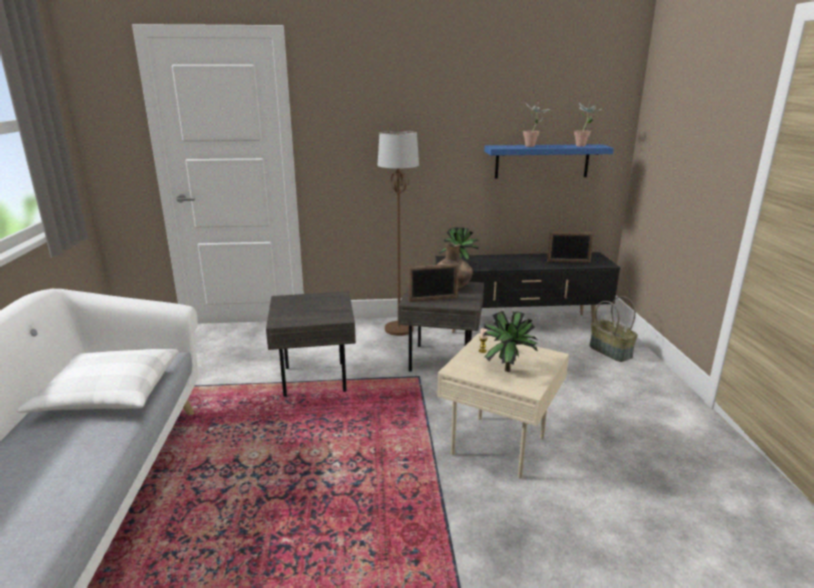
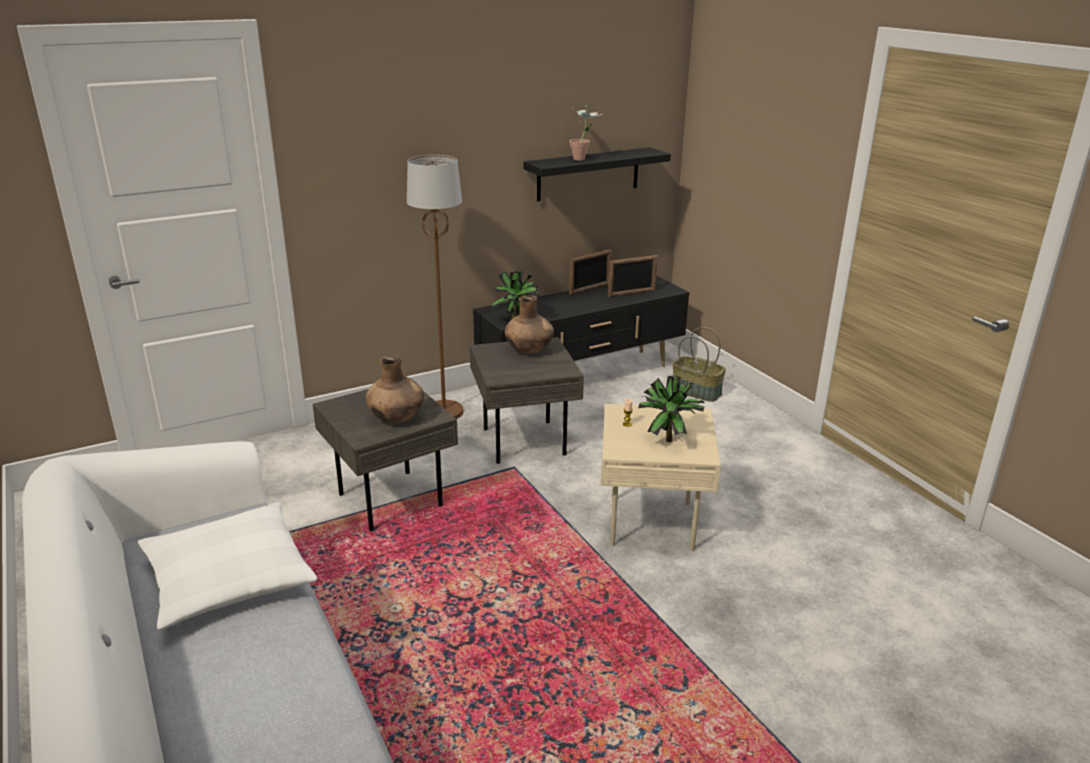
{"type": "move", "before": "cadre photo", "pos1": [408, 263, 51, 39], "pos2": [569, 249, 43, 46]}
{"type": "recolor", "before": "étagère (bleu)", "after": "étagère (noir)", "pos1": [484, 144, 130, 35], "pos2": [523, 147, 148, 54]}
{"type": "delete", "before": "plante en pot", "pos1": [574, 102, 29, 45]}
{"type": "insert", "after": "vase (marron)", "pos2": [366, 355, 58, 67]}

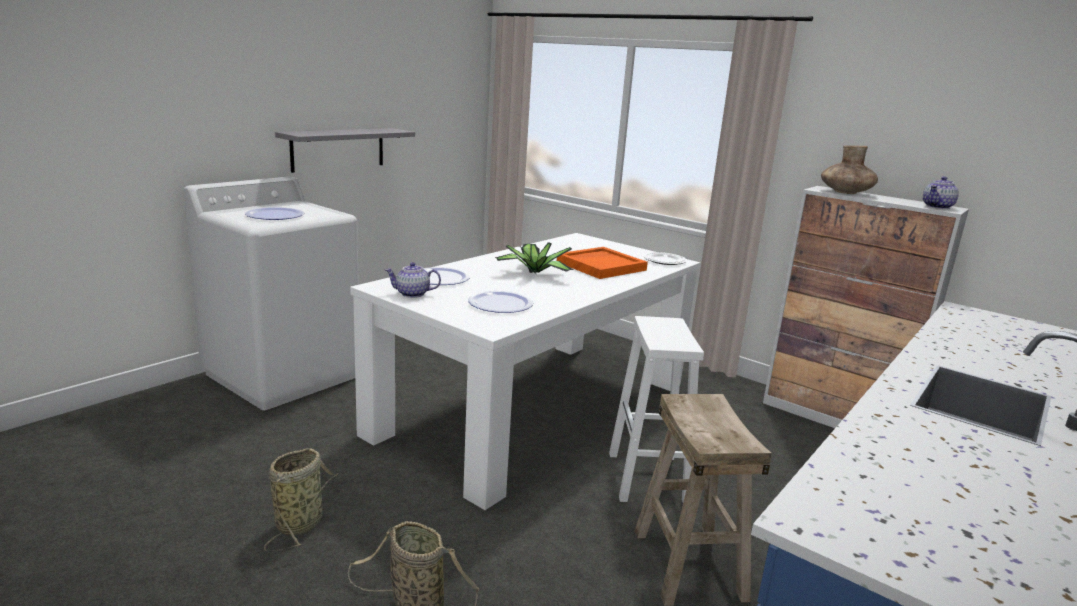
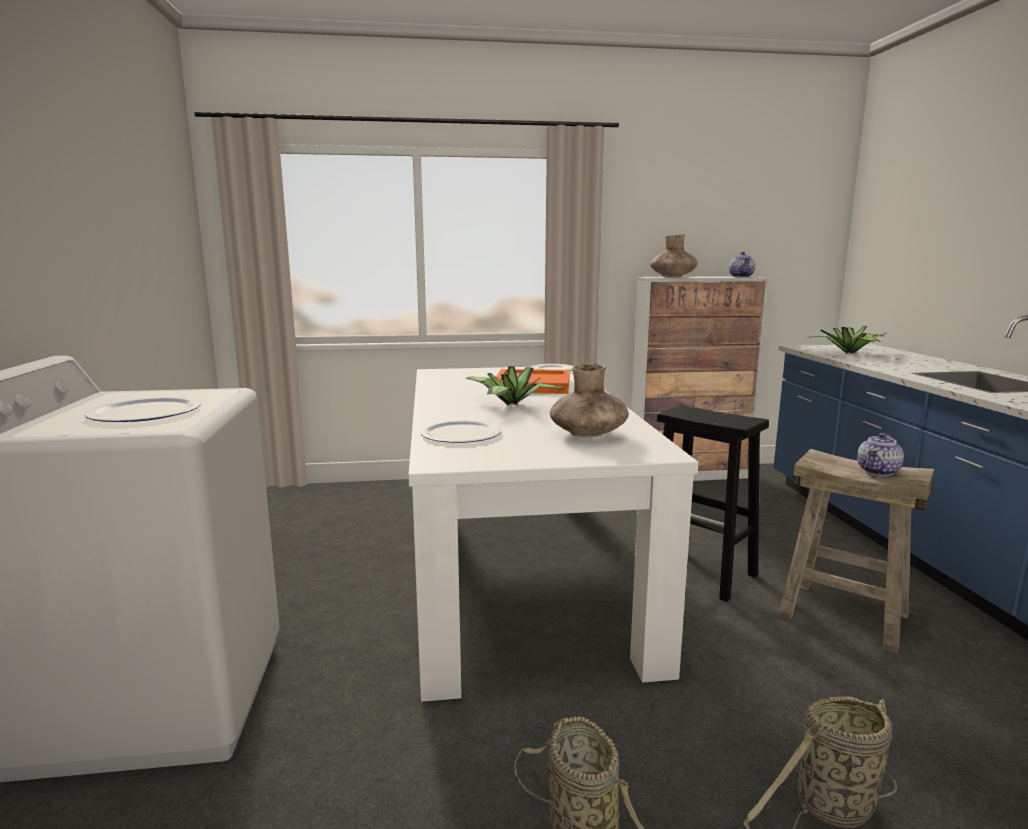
{"type": "delete", "before": "étagère (gris)", "pos1": [275, 128, 140, 45]}
{"type": "move", "before": "théière", "pos1": [385, 262, 56, 36], "pos2": [857, 433, 47, 43]}
{"type": "replace", "before": "assiette", "after": "vase (marron)", "pos1": [468, 291, 65, 22], "pos2": [550, 363, 79, 75]}
{"type": "recolor", "before": "tabouret (blanc)", "after": "tabouret (noir)", "pos1": [609, 316, 95, 186], "pos2": [657, 405, 112, 197]}
{"type": "insert", "after": "plante en pot", "pos2": [807, 326, 80, 27]}

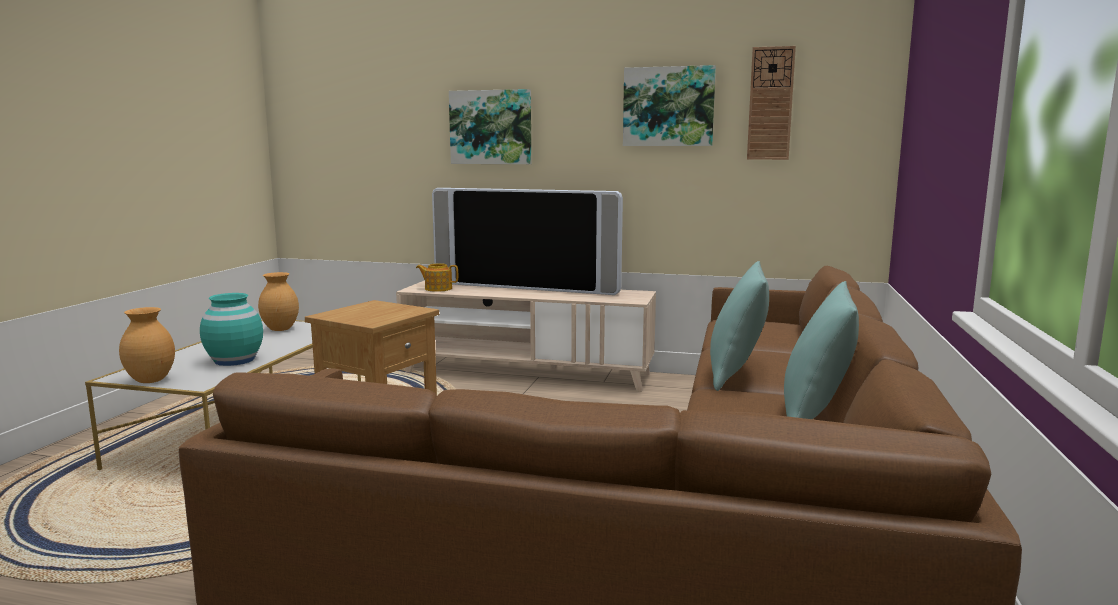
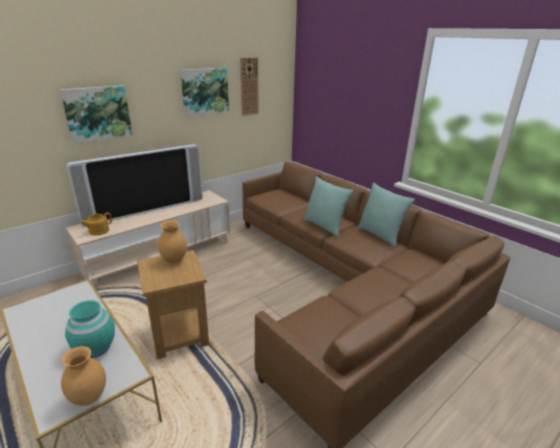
{"type": "move", "before": "vase (marron)", "pos1": [258, 272, 41, 59], "pos2": [158, 220, 29, 44]}

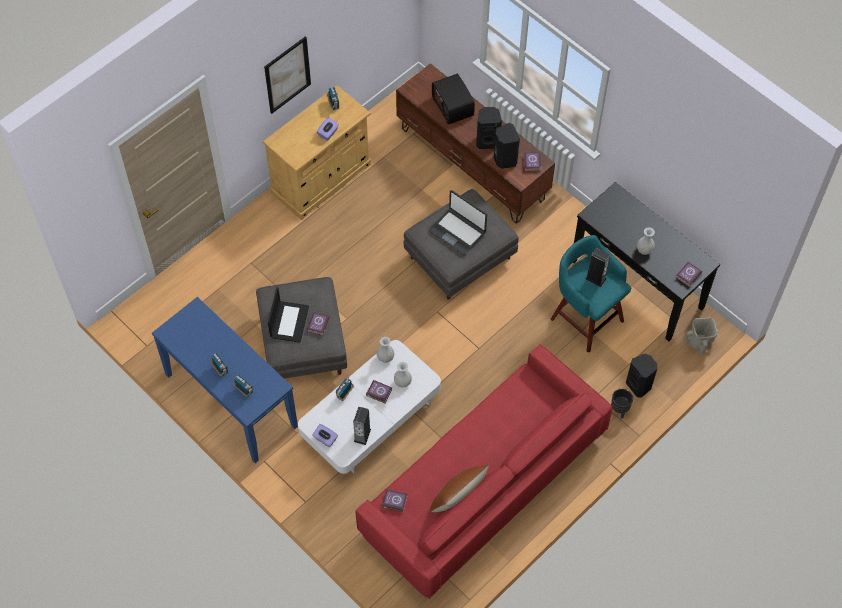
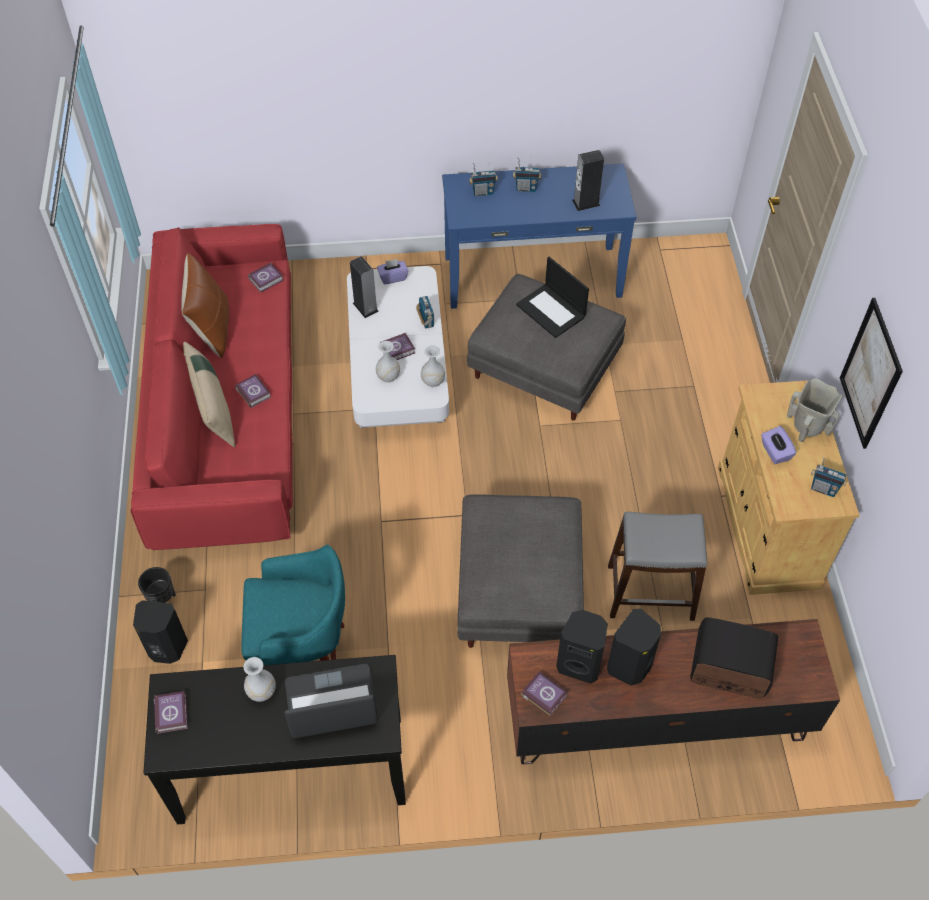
{"type": "move", "before": "livre", "pos1": [307, 312, 23, 24], "pos2": [235, 374, 36, 34]}
{"type": "move", "before": "ordinateur portable", "pos1": [429, 190, 58, 65], "pos2": [284, 664, 94, 74]}
{"type": "move", "before": "enceinte", "pos1": [585, 248, 25, 39], "pos2": [572, 150, 32, 61]}
{"type": "move", "before": "vase (beige)", "pos1": [684, 317, 35, 38], "pos2": [787, 378, 55, 64]}
{"type": "insert", "after": "coussin (beige)", "pos2": [183, 342, 52, 105]}
{"type": "insert", "after": "tabouret (gris)", "pos2": [608, 512, 99, 109]}

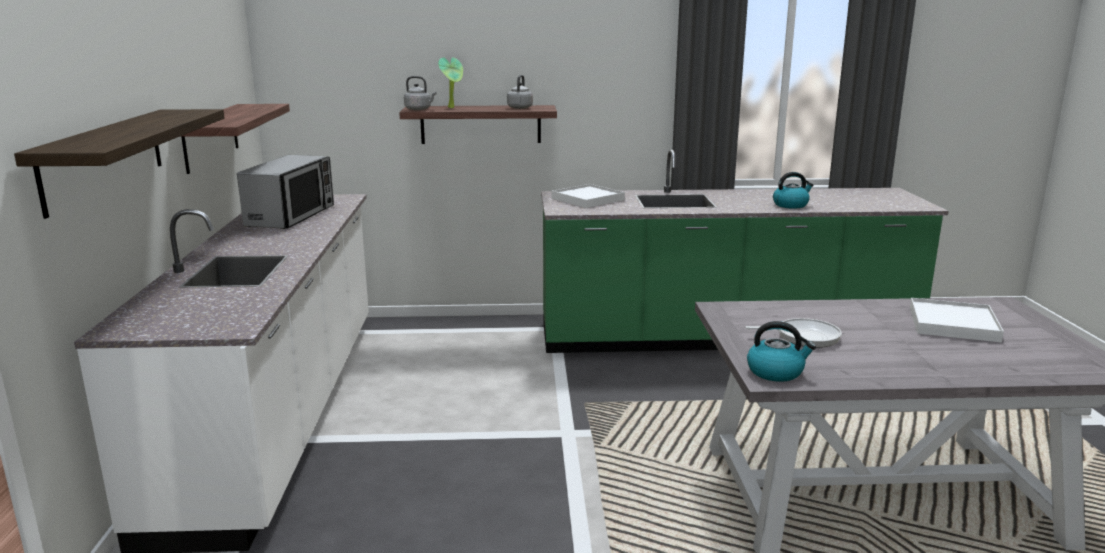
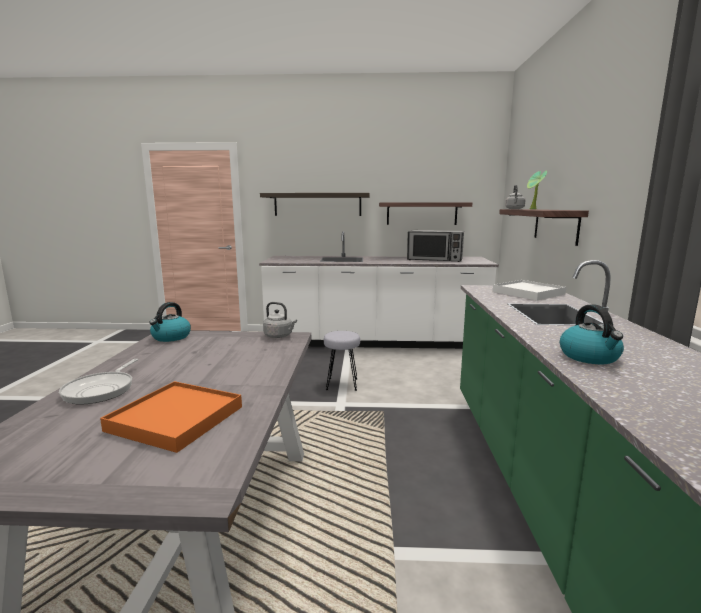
{"type": "move", "before": "bouilloire (gris)", "pos1": [507, 75, 26, 34], "pos2": [263, 302, 34, 36]}
{"type": "move", "before": "poêle", "pos1": [745, 318, 97, 30], "pos2": [59, 359, 79, 45]}
{"type": "recolor", "before": "plateau (blanc)", "after": "plateau (orange)", "pos1": [910, 298, 94, 45], "pos2": [100, 381, 142, 72]}
{"type": "insert", "after": "tabouret (gris)", "pos2": [324, 331, 36, 60]}

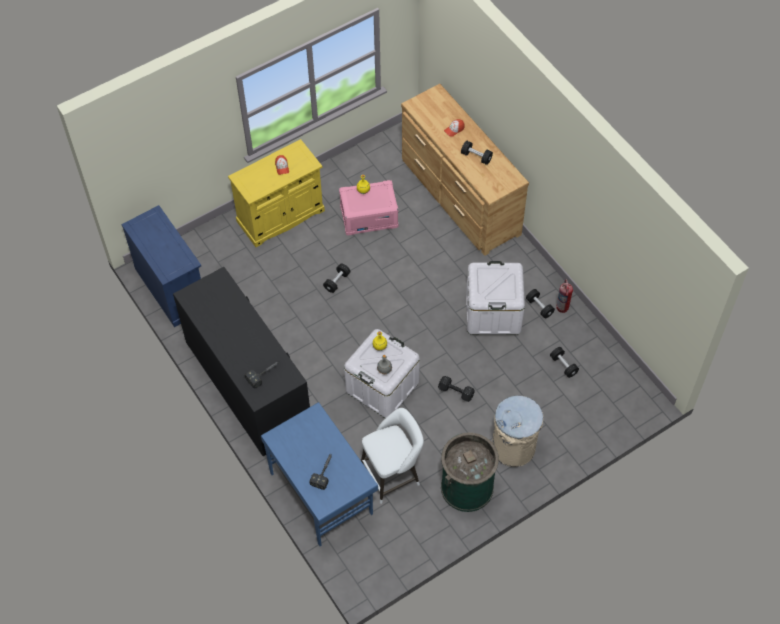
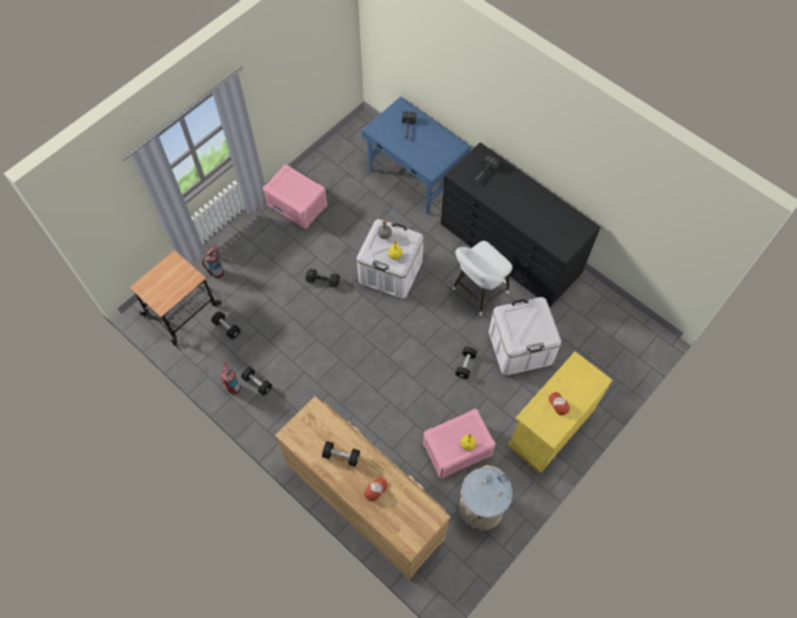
{"type": "delete", "before": "meuble de rangement (bleu)", "pos1": [121, 205, 80, 122]}
{"type": "move", "before": "tabouret (blanc)", "pos1": [361, 408, 63, 96], "pos2": [452, 241, 60, 75]}
{"type": "replace", "before": "poubelle (vert)", "after": "boîte de rangement (rose)", "pos1": [441, 432, 58, 80], "pos2": [263, 164, 64, 65]}
{"type": "move", "before": "boîte de rangement (blanc)", "pos1": [466, 261, 59, 74], "pos2": [489, 297, 72, 79]}
{"type": "move", "before": "poubelle (beige)", "pos1": [492, 395, 51, 72], "pos2": [459, 465, 54, 66]}
{"type": "insert", "after": "chariot", "pos2": [130, 250, 91, 95]}
{"type": "insert", "after": "extincteur", "pos2": [202, 245, 22, 33]}

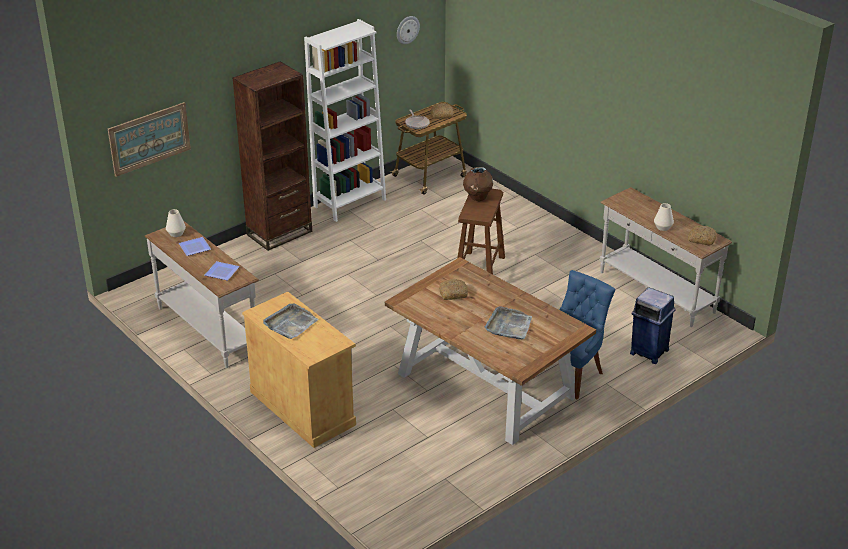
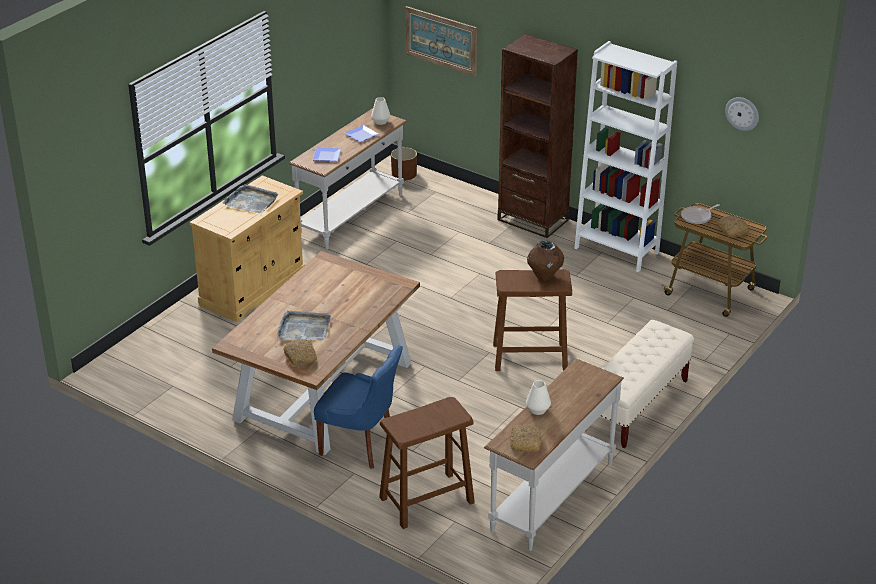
{"type": "move", "before": "pain", "pos1": [439, 279, 29, 21], "pos2": [284, 339, 33, 27]}
{"type": "replace", "before": "poubelle (bleu)", "after": "tabouret (marron)", "pos1": [630, 288, 46, 76], "pos2": [379, 397, 96, 132]}
{"type": "insert", "after": "cache-pot (marron)", "pos2": [391, 147, 26, 33]}
{"type": "insert", "after": "banc (beige)", "pos2": [600, 320, 94, 128]}

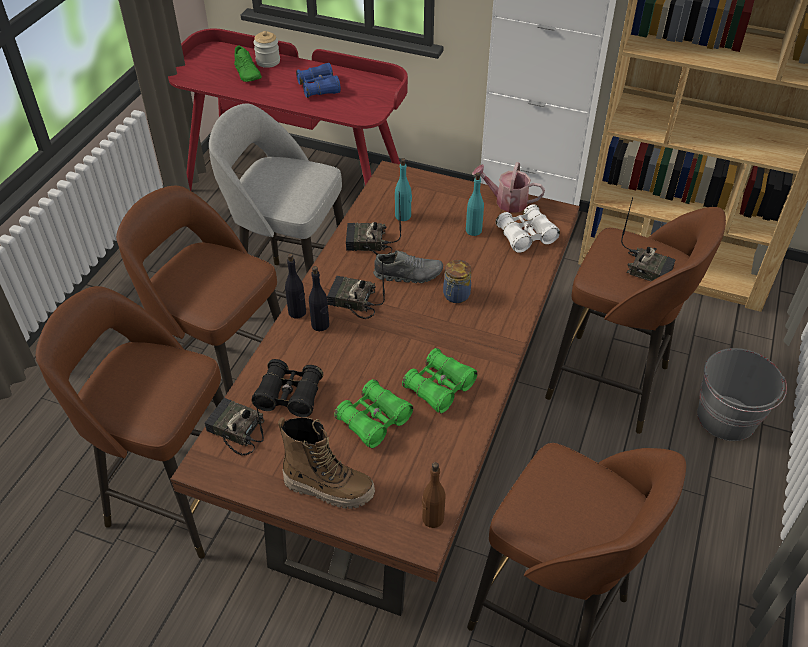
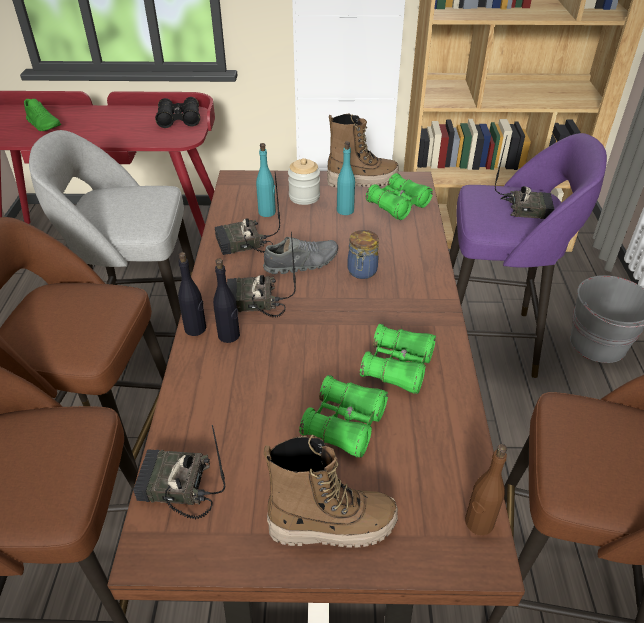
{"type": "move", "before": "jumelles (noir)", "pos1": [251, 359, 72, 58], "pos2": [155, 97, 45, 31]}
{"type": "move", "before": "bocal", "pos1": [253, 31, 27, 37], "pos2": [288, 158, 32, 47]}
{"type": "delete", "before": "jumelles (bleu)", "pos1": [296, 63, 45, 35]}
{"type": "replace", "before": "arrosoir", "after": "botte", "pos1": [473, 162, 72, 50], "pos2": [327, 113, 72, 75]}
{"type": "recolor", "before": "jumelles (blanc)", "after": "jumelles (vert)", "pos1": [496, 204, 64, 49], "pos2": [366, 173, 67, 47]}
{"type": "recolor", "before": "tabouret (marron)", "after": "tabouret (violet)", "pos1": [545, 207, 181, 227], "pos2": [449, 133, 158, 245]}

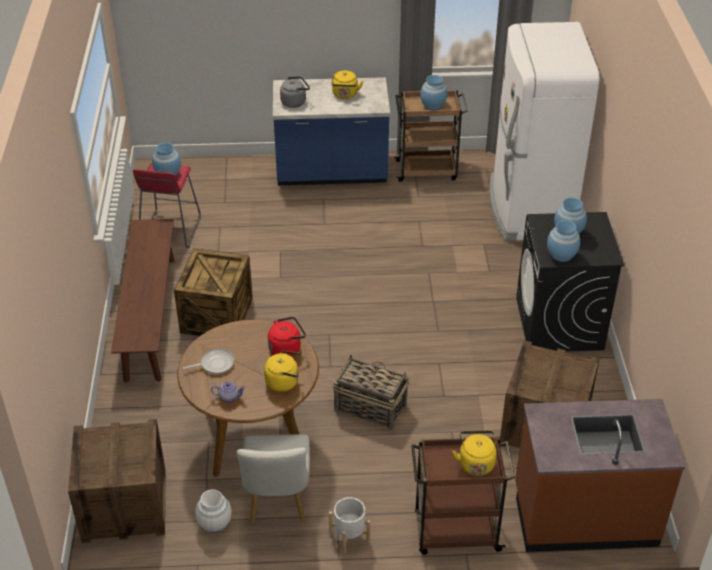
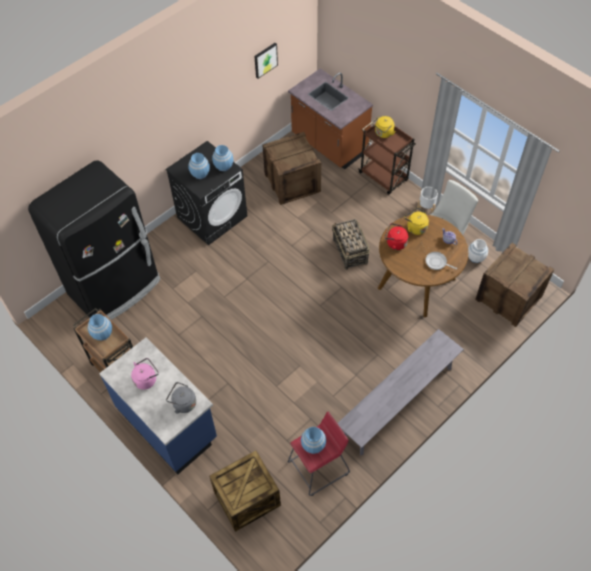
{"type": "recolor", "before": "banc (marron)", "after": "banc (gris)", "pos1": [111, 219, 63, 164], "pos2": [337, 329, 127, 126]}
{"type": "move", "before": "caisse", "pos1": [174, 249, 79, 87], "pos2": [209, 450, 72, 82]}
{"type": "recolor", "before": "bouilloire (jaune)", "after": "bouilloire (rose)", "pos1": [332, 71, 31, 28], "pos2": [131, 358, 28, 32]}
{"type": "recolor", "before": "réfrigérateur (blanc)", "after": "réfrigérateur (noir)", "pos1": [489, 22, 110, 219], "pos2": [28, 160, 132, 160]}
{"type": "insert", "after": "tableau", "pos2": [255, 43, 23, 36]}

